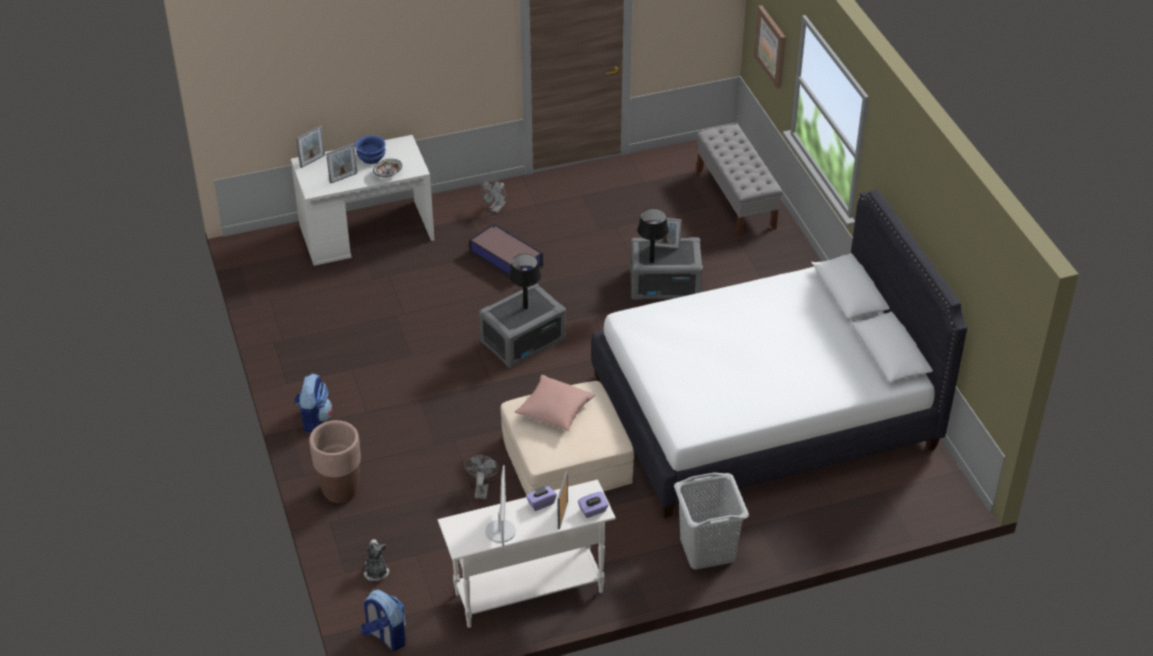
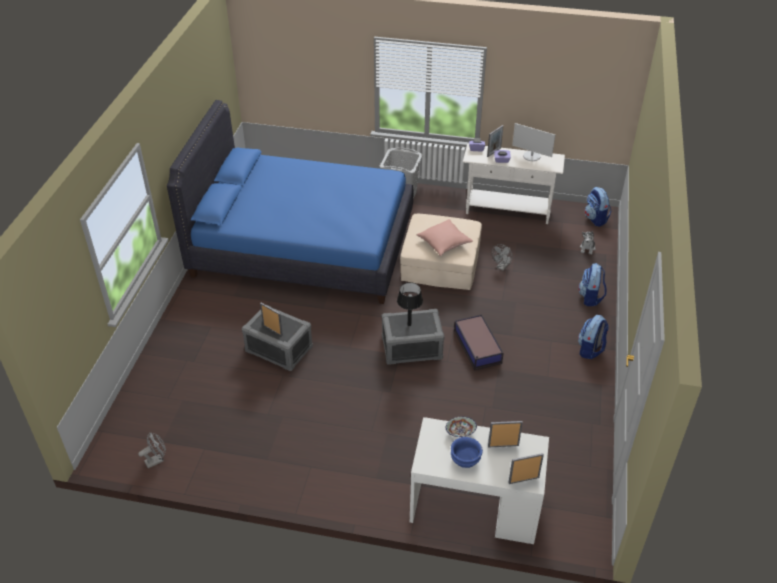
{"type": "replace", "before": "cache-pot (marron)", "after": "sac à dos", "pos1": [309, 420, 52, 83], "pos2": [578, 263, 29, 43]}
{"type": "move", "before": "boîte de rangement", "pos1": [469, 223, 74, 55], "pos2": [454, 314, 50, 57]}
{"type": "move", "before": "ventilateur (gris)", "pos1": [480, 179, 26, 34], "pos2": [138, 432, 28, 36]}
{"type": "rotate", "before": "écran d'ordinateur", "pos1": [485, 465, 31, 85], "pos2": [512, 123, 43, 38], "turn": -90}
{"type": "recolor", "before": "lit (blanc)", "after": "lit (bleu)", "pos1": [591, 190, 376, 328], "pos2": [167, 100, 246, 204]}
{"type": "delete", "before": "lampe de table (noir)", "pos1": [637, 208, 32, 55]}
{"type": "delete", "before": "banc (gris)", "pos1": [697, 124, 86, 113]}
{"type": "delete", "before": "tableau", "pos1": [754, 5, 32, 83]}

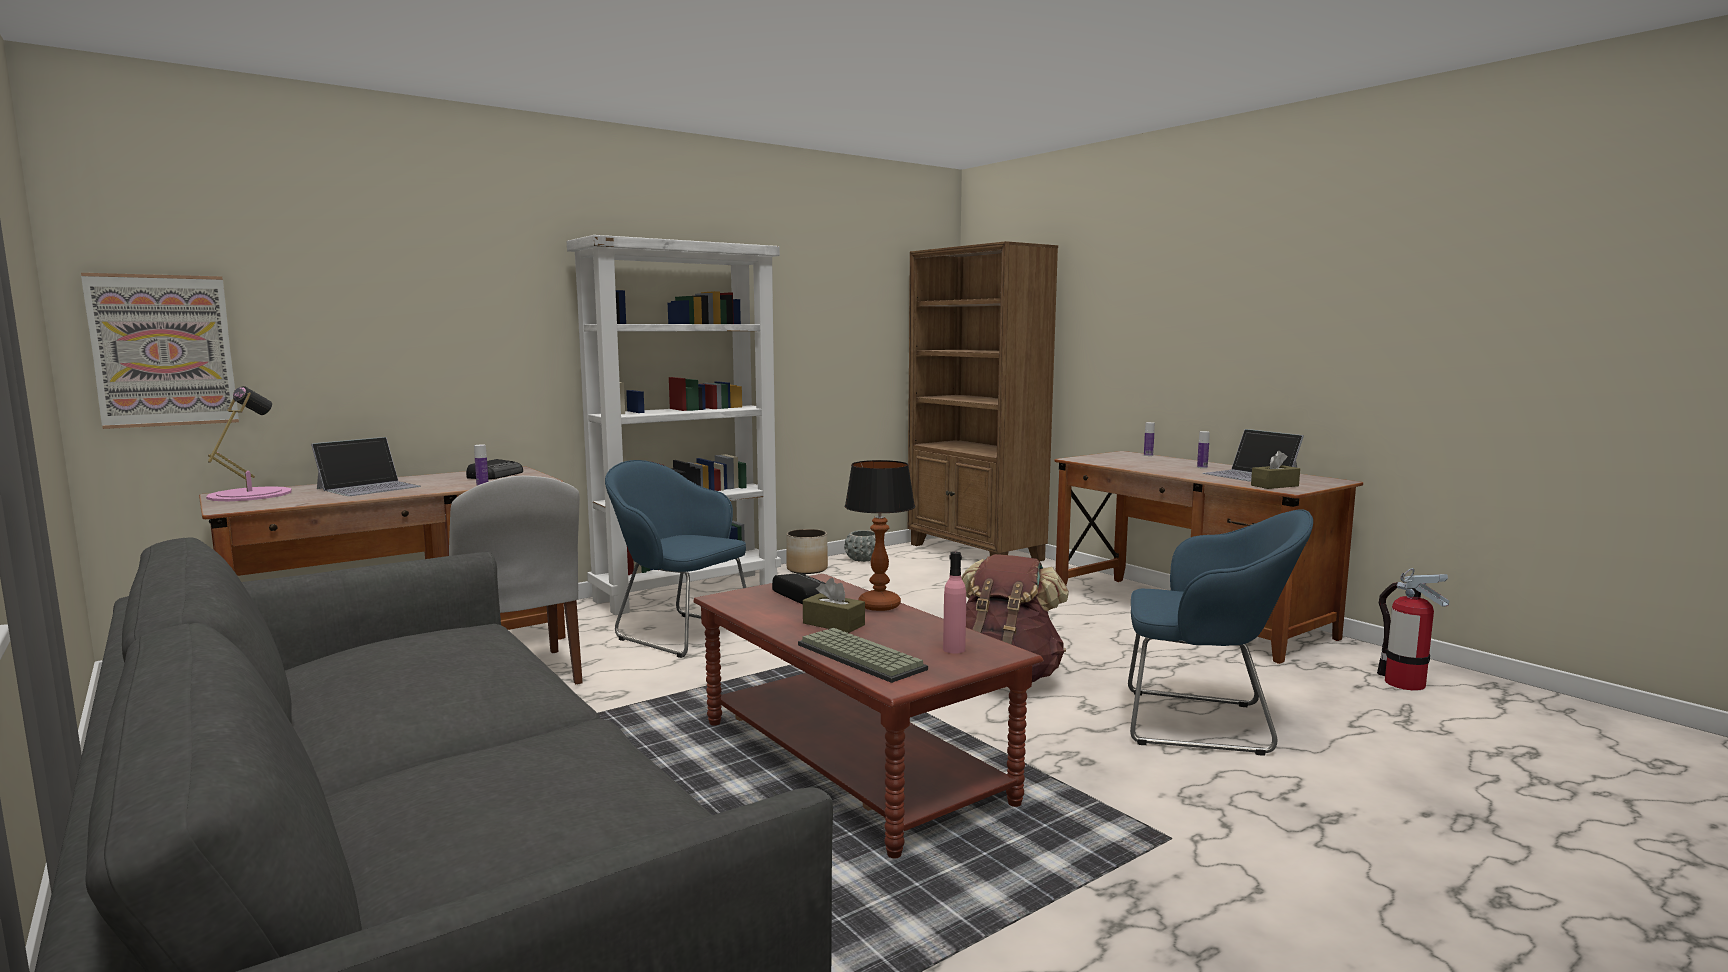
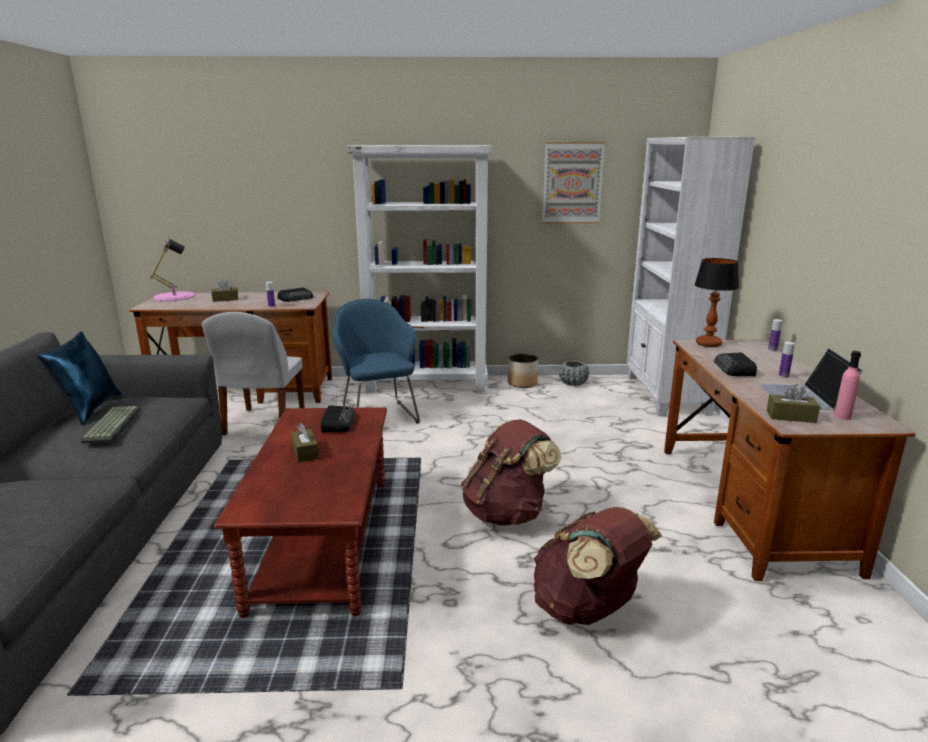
{"type": "move", "before": "tableau", "pos1": [81, 273, 158, 156], "pos2": [542, 142, 63, 81]}
{"type": "replace", "before": "ordinateur portable", "after": "boîte à mouchoirs (marron)", "pos1": [311, 437, 110, 59], "pos2": [211, 280, 27, 22]}
{"type": "move", "before": "clavier", "pos1": [798, 628, 130, 55], "pos2": [81, 406, 60, 37]}
{"type": "move", "before": "lampe de table", "pos1": [845, 460, 70, 151], "pos2": [694, 258, 45, 89]}
{"type": "recolor", "before": "bibliothèque (marron)", "after": "bibliothèque (blanc)", "pos1": [908, 241, 150, 320], "pos2": [626, 137, 129, 279]}
{"type": "move", "before": "bouteille (rose)", "pos1": [943, 552, 23, 102], "pos2": [834, 351, 27, 69]}
{"type": "replace", "before": "fauteuil (bleu)", "after": "sac à dos (marron)", "pos1": [1128, 509, 185, 246], "pos2": [534, 507, 128, 118]}
{"type": "delete", "before": "extincteur", "pos1": [1377, 568, 72, 122]}
{"type": "insert", "after": "coussin (bleu)", "pos2": [38, 331, 84, 94]}
{"type": "insert", "after": "radio", "pos2": [714, 352, 43, 24]}

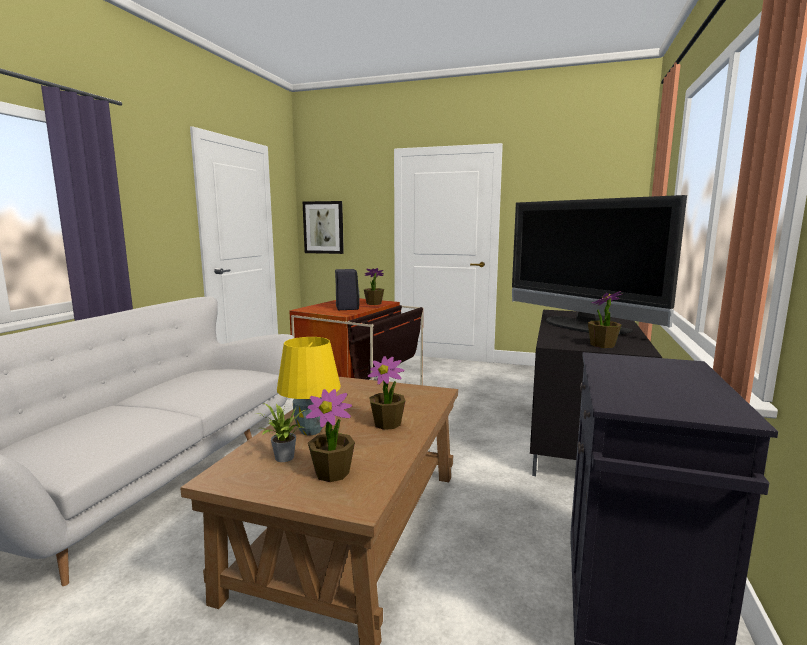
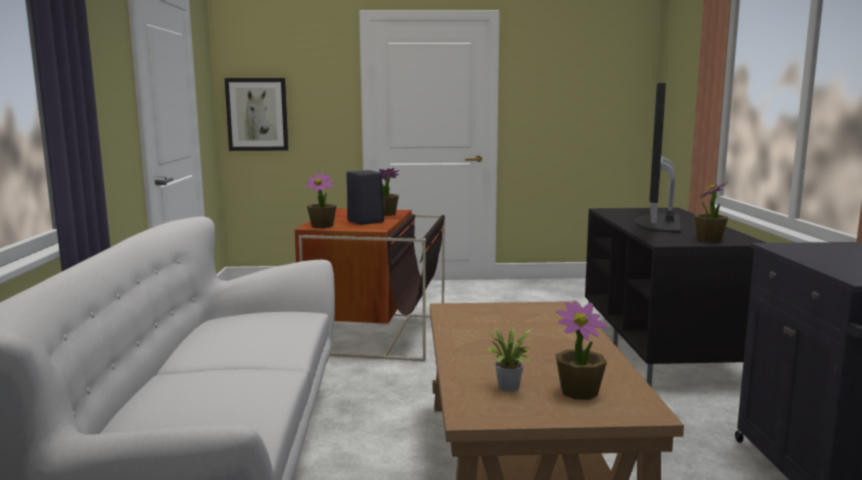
{"type": "delete", "before": "lampe de table (jaune)", "pos1": [277, 337, 64, 98]}
{"type": "move", "before": "plante en pot", "pos1": [368, 356, 38, 74], "pos2": [306, 174, 30, 54]}
{"type": "rotate", "before": "téléviseur", "pos1": [512, 195, 175, 140], "pos2": [635, 83, 46, 150], "turn": 75}

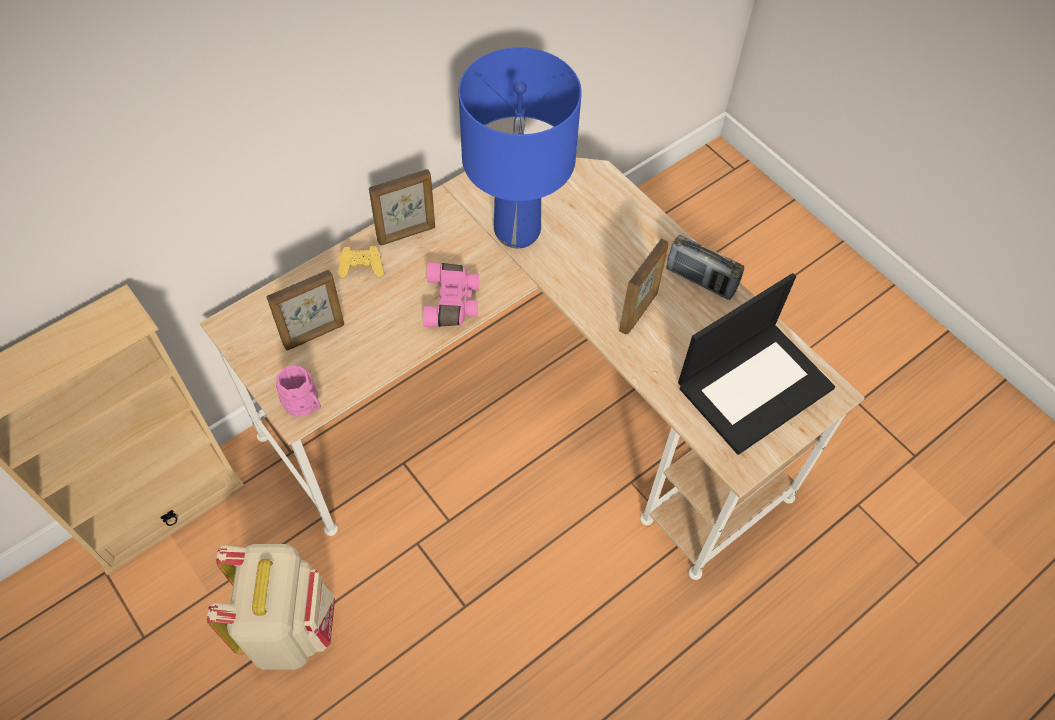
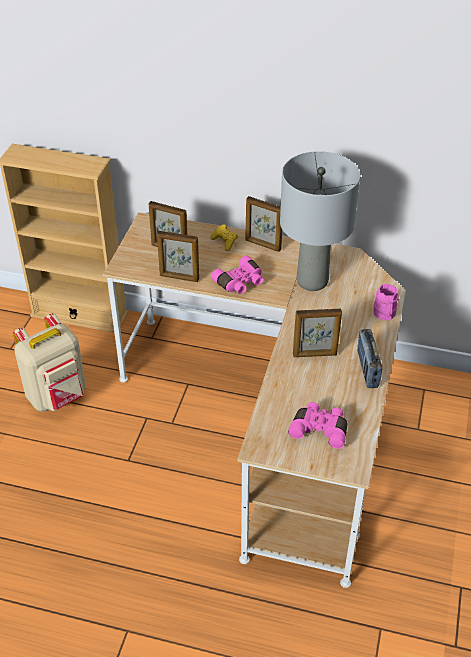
{"type": "move", "before": "mug (rose)", "pos1": [276, 365, 45, 52], "pos2": [373, 284, 26, 36]}
{"type": "recolor", "before": "lampe de table (bleu)", "after": "lampe de table (gris)", "pos1": [459, 47, 123, 201], "pos2": [280, 151, 80, 140]}
{"type": "replace", "before": "ordinateur portable", "after": "jumelles (rose)", "pos1": [678, 273, 157, 182], "pos2": [288, 402, 60, 47]}
{"type": "insert", "after": "cadre photo", "pos2": [157, 231, 42, 51]}

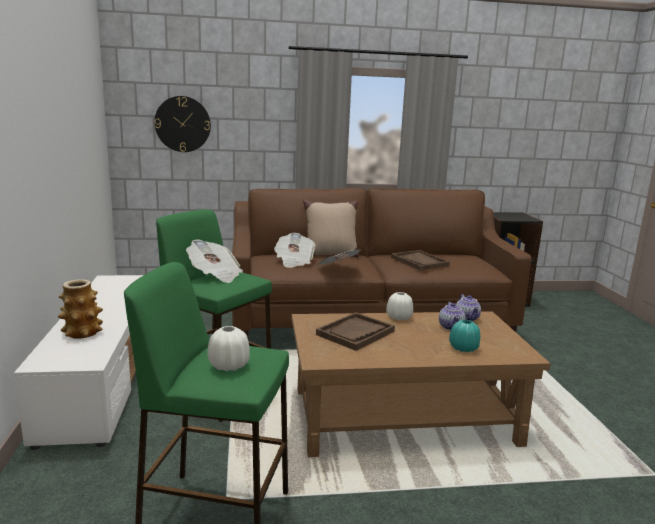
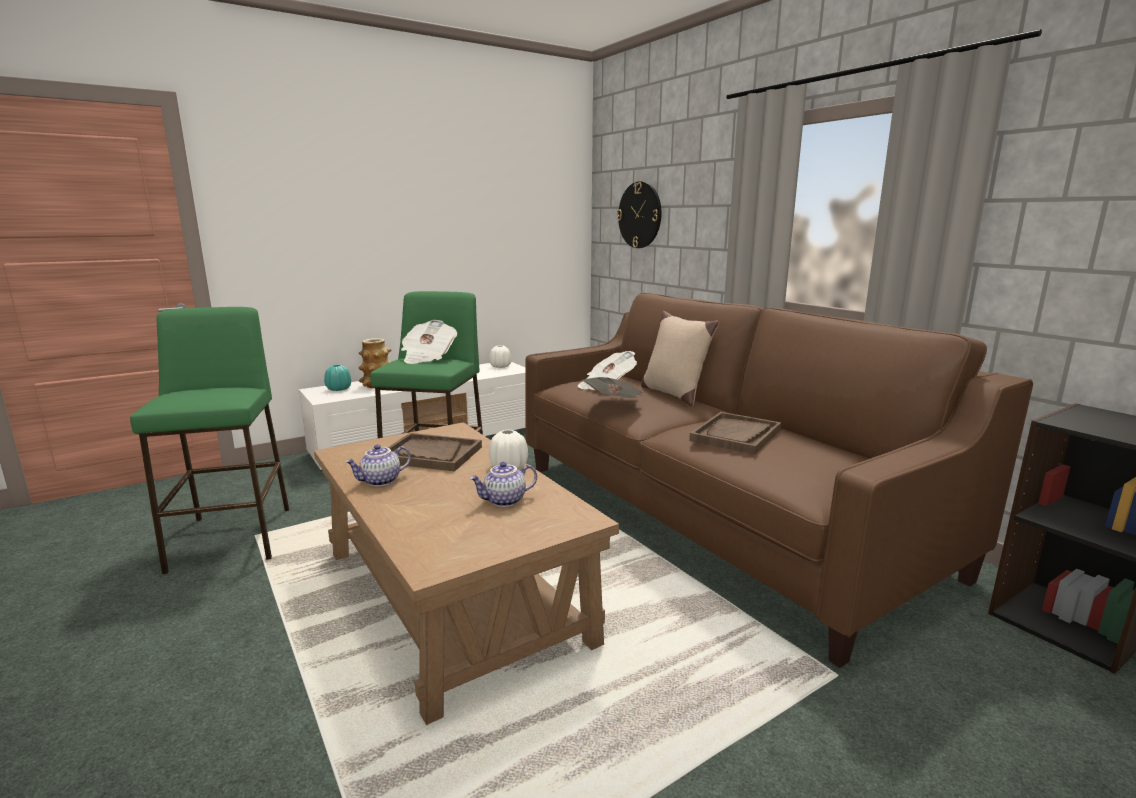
{"type": "move", "before": "vase (blanc)", "pos1": [207, 326, 43, 45], "pos2": [489, 345, 22, 23]}
{"type": "move", "before": "vase (turquoise)", "pos1": [449, 320, 31, 32], "pos2": [324, 365, 27, 26]}
{"type": "move", "before": "théière", "pos1": [456, 294, 25, 28], "pos2": [345, 445, 66, 41]}

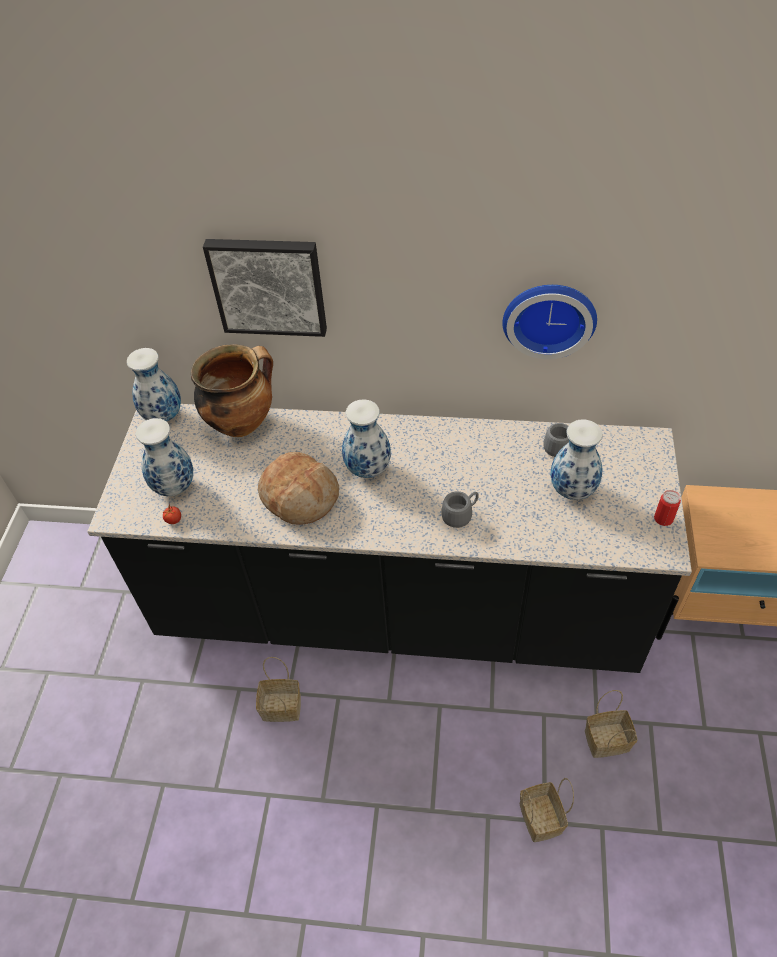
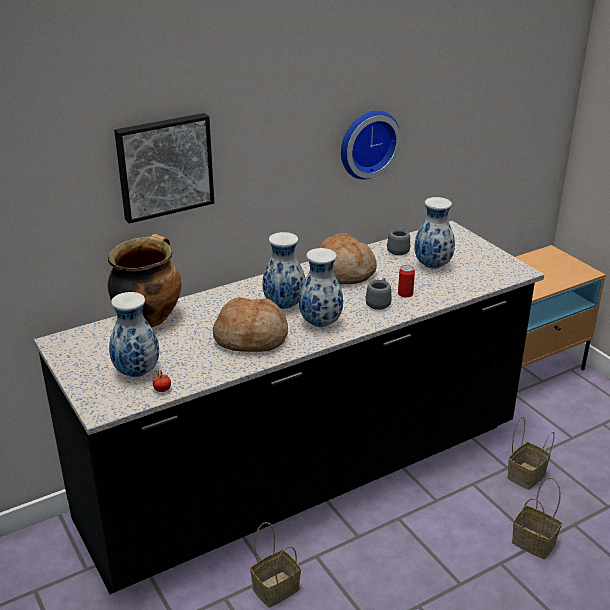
{"type": "move", "before": "vase", "pos1": [127, 348, 54, 74], "pos2": [299, 248, 44, 79]}
{"type": "move", "before": "boîte métallique", "pos1": [654, 490, 27, 36], "pos2": [398, 265, 17, 32]}
{"type": "insert", "after": "pain", "pos2": [317, 233, 60, 51]}

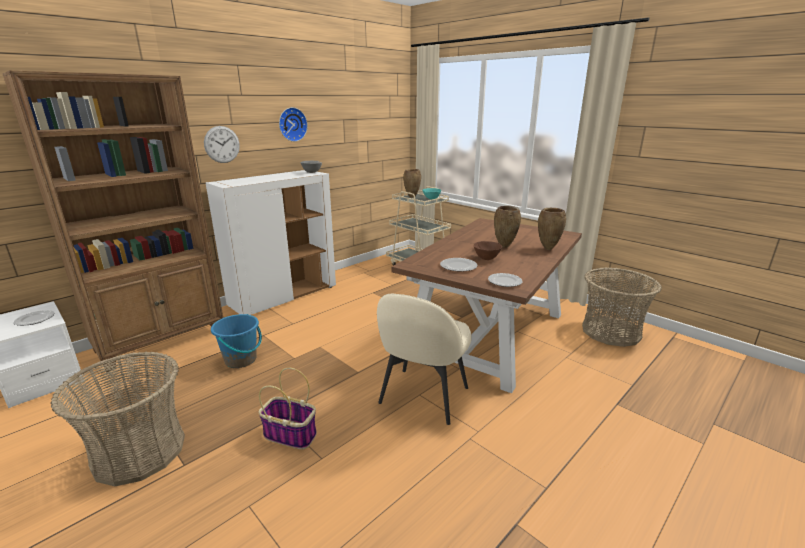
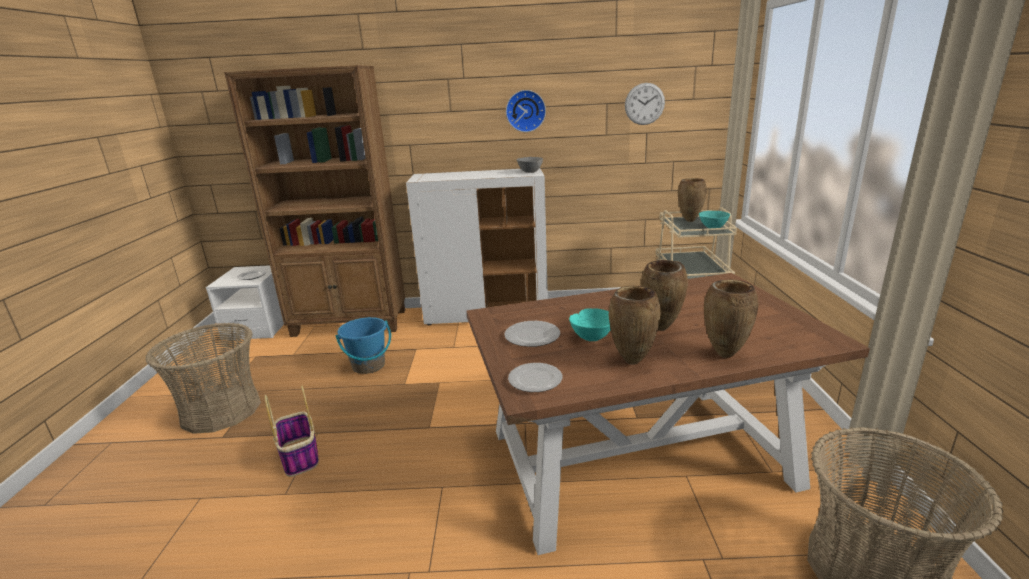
{"type": "move", "before": "horloge murale", "pos1": [204, 126, 36, 37], "pos2": [625, 83, 40, 42]}
{"type": "delete", "before": "chaise (beige)", "pos1": [377, 294, 95, 131]}
{"type": "recolor", "before": "bol (marron)", "after": "bol (turquoise)", "pos1": [474, 241, 28, 19], "pos2": [569, 308, 42, 33]}
{"type": "insert", "after": "vase (marron)", "pos2": [609, 286, 52, 79]}

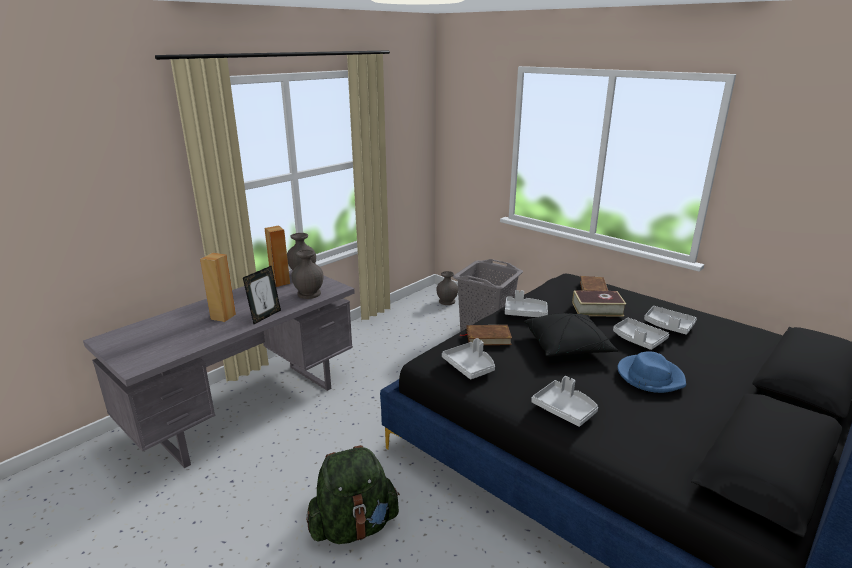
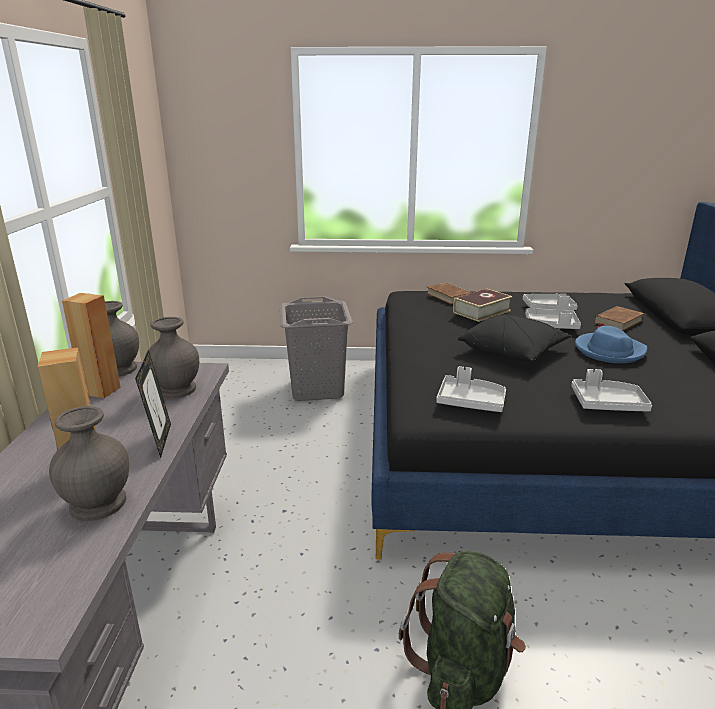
{"type": "move", "before": "vase (gris)", "pos1": [436, 271, 22, 34], "pos2": [49, 406, 80, 115]}
{"type": "move", "before": "livre (marron)", "pos1": [460, 325, 52, 20], "pos2": [594, 306, 51, 25]}
{"type": "delete", "before": "plateau (gris)", "pos1": [505, 290, 43, 27]}

